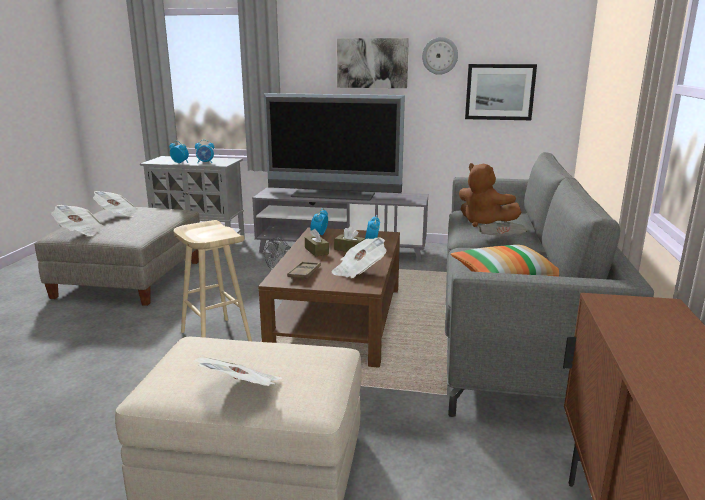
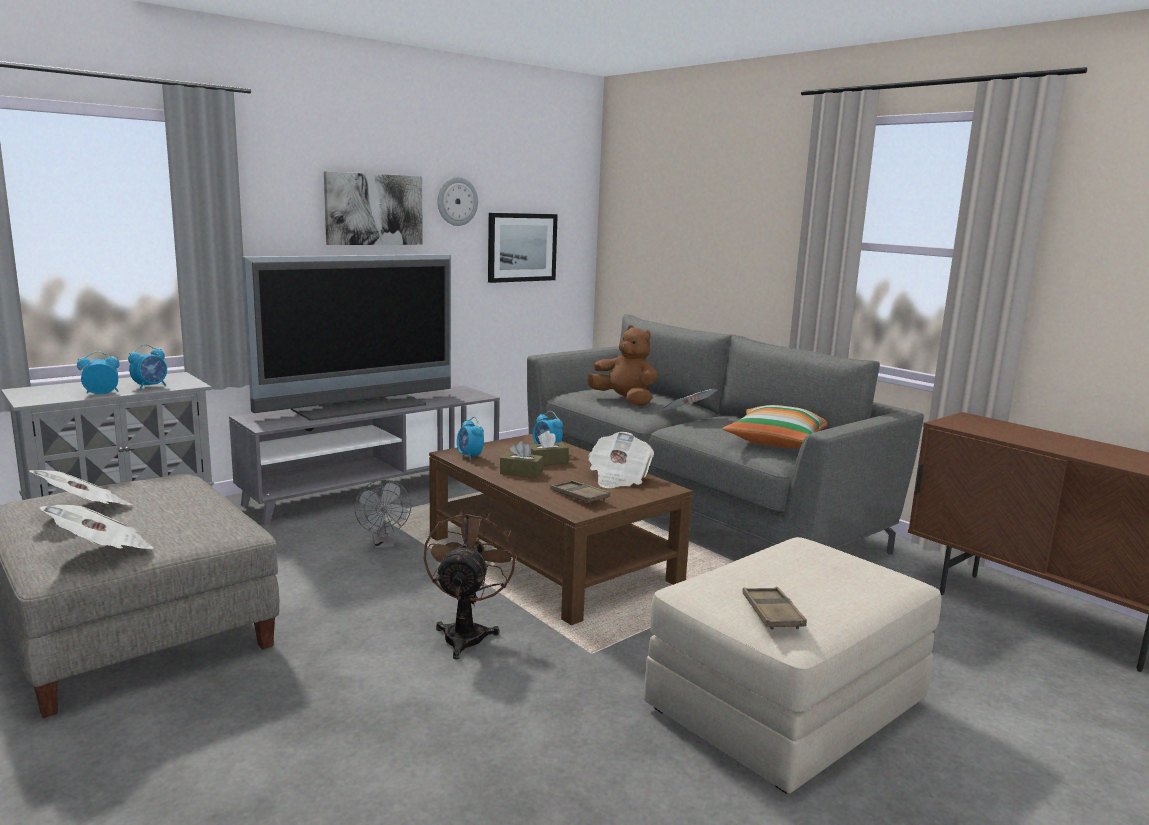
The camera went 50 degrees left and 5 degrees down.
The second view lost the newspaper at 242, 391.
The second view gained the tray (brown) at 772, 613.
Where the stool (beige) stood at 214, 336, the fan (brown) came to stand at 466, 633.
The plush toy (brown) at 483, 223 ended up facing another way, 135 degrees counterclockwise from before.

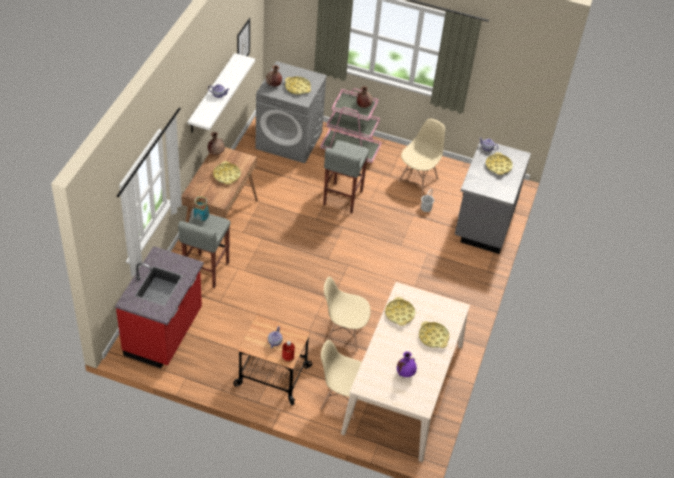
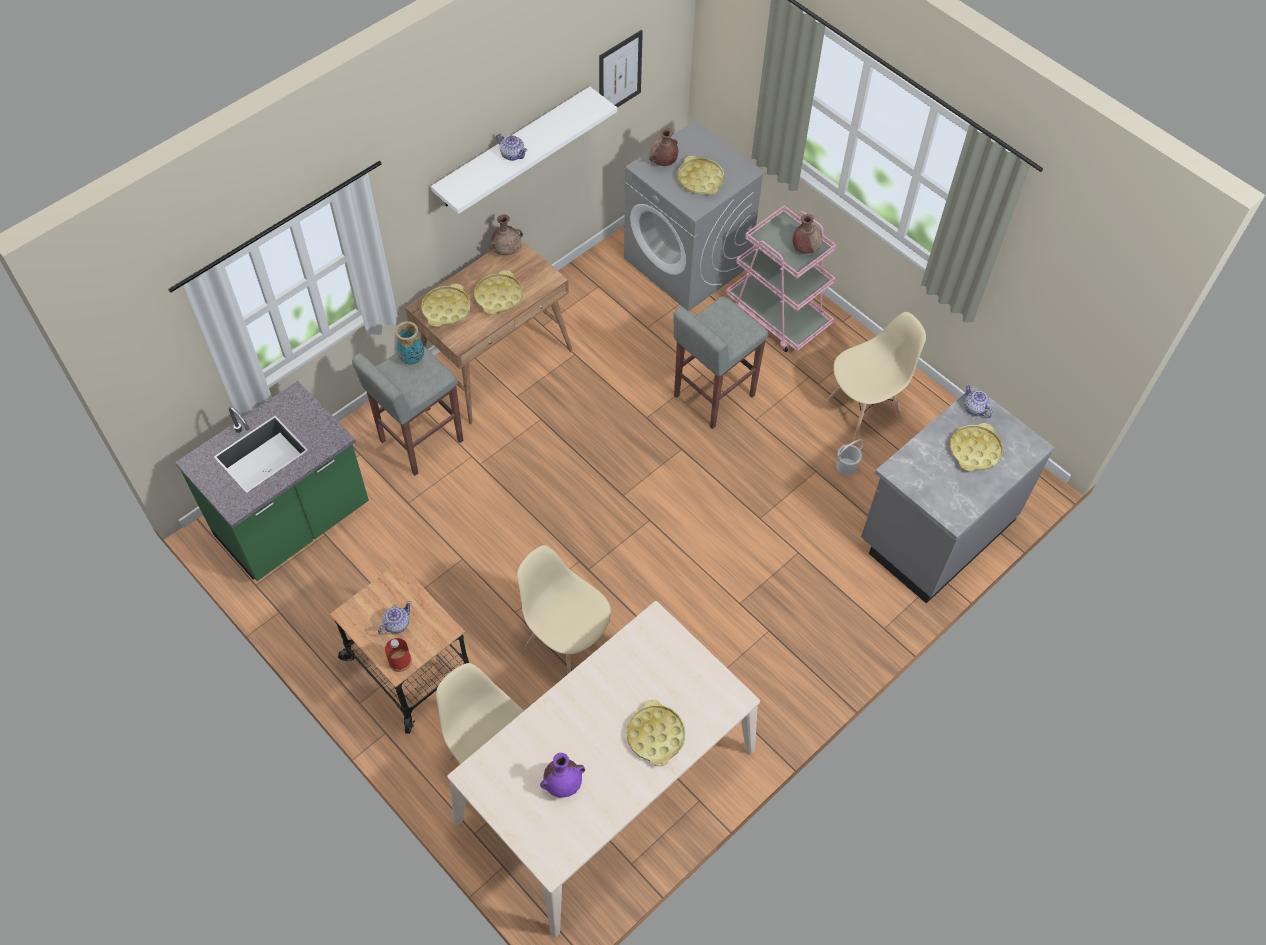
The camera went 30 degrees right and 10 degrees up.
The tray (yellow) ended up elsewhere, having gone from 399, 313 to 446, 309.
What was the counter (red) at 164, 333 turned into the counter (green) at 294, 523.

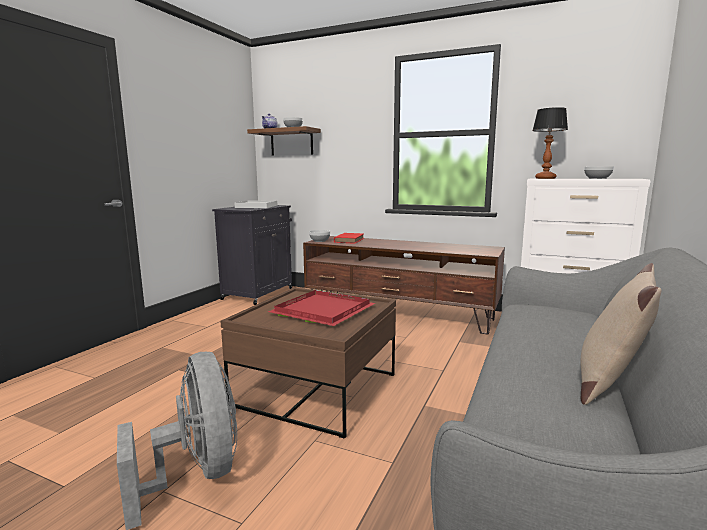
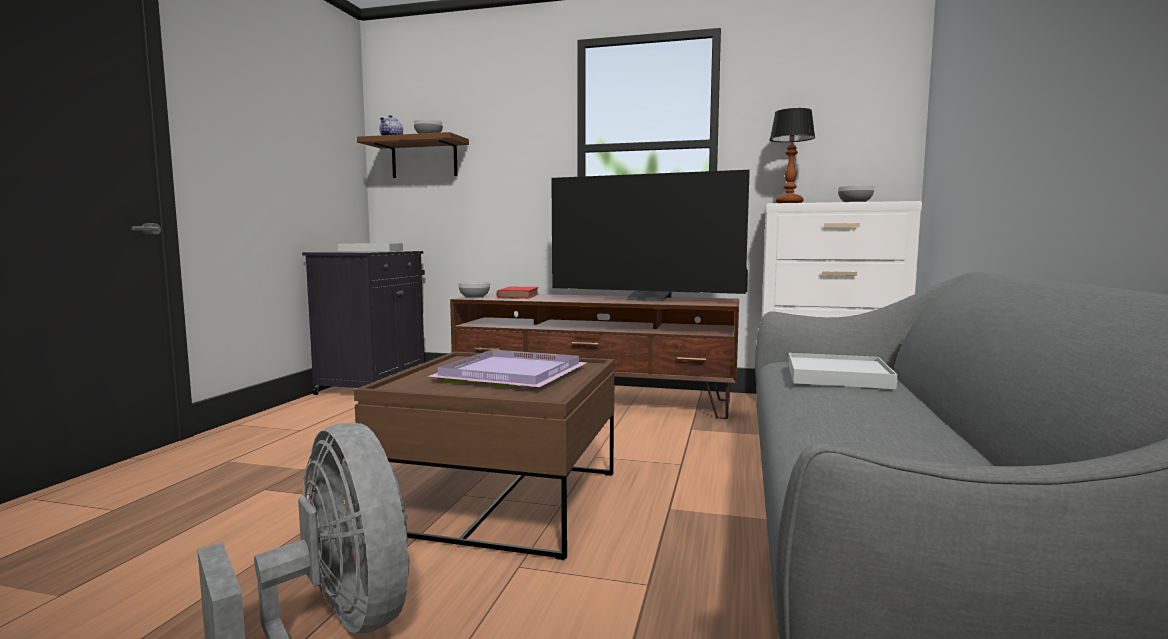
The camera went 10 degrees left and 5 degrees down.
The second view lost the pillow (beige) at 610, 383.
The second view gained the television at 647, 299.
The second view gained the tray (white) at 837, 376.
What was the tray (red) at 321, 311 turned into the tray (purple) at 508, 375.

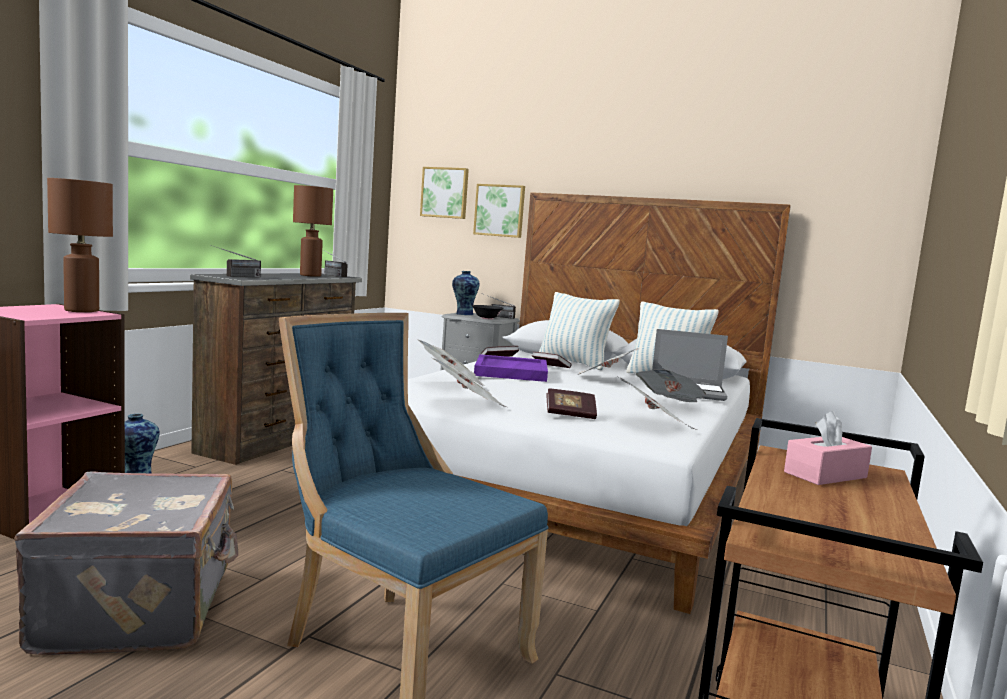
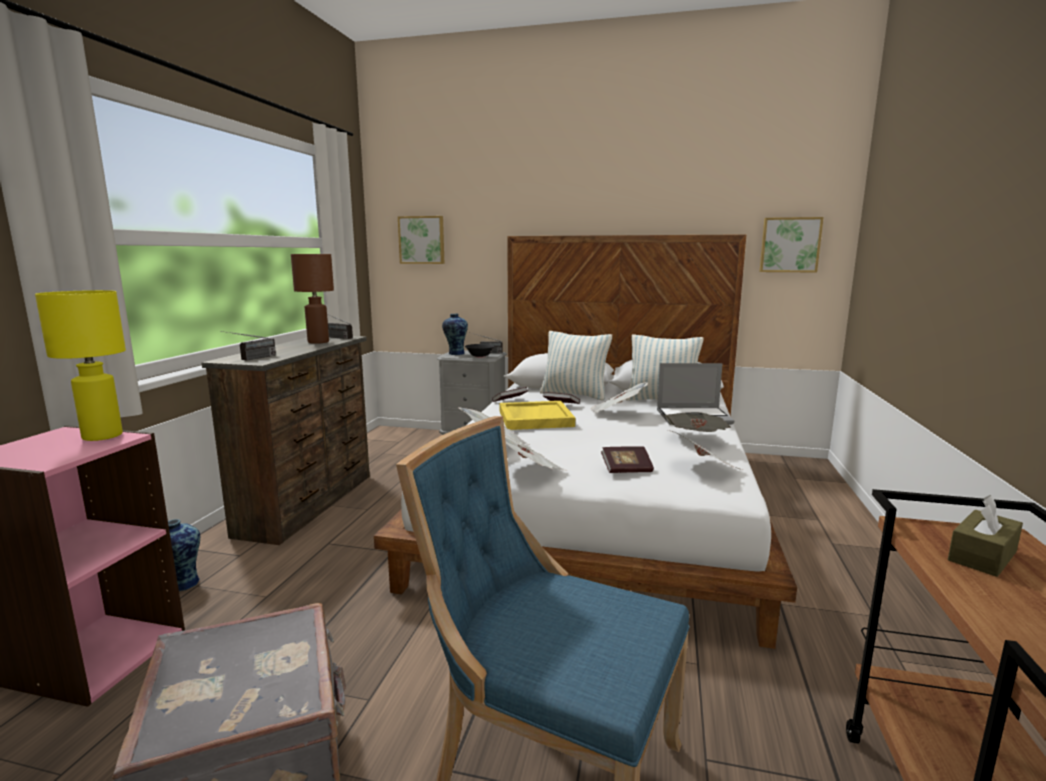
The camera went 10 degrees left and 5 degrees up.
The picture ended up elsewhere, having gone from 500, 210 to 789, 245.
What was the table lamp (brown) at 81, 310 turned into the table lamp (yellow) at 102, 436.
What was the tray (purple) at 510, 372 turned into the tray (yellow) at 534, 418.
What was the tissue box (pink) at 825, 475 turned into the tissue box (brown) at 982, 556.

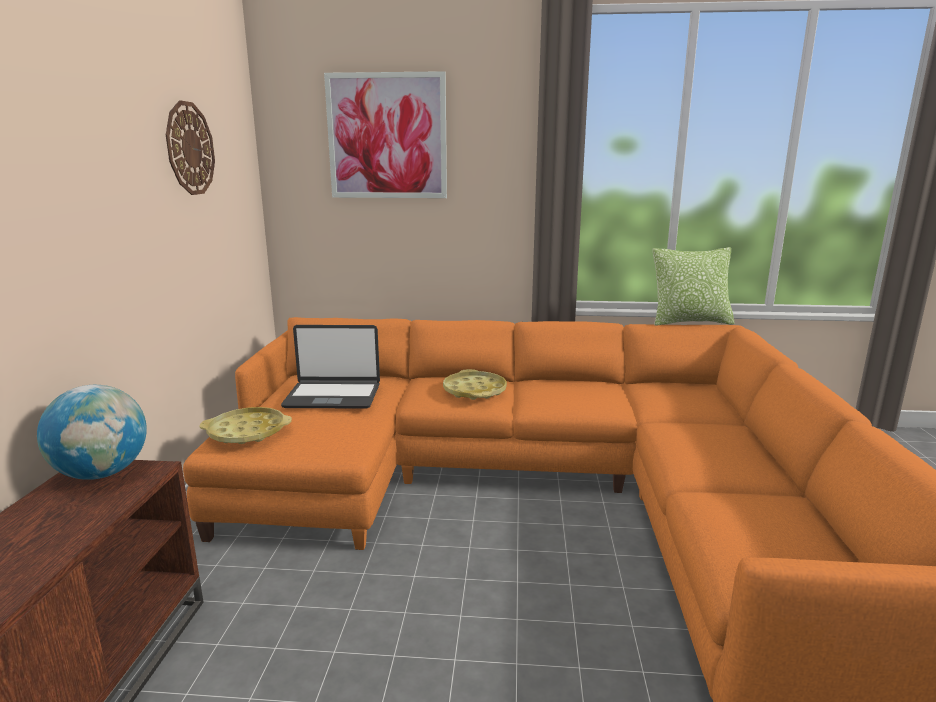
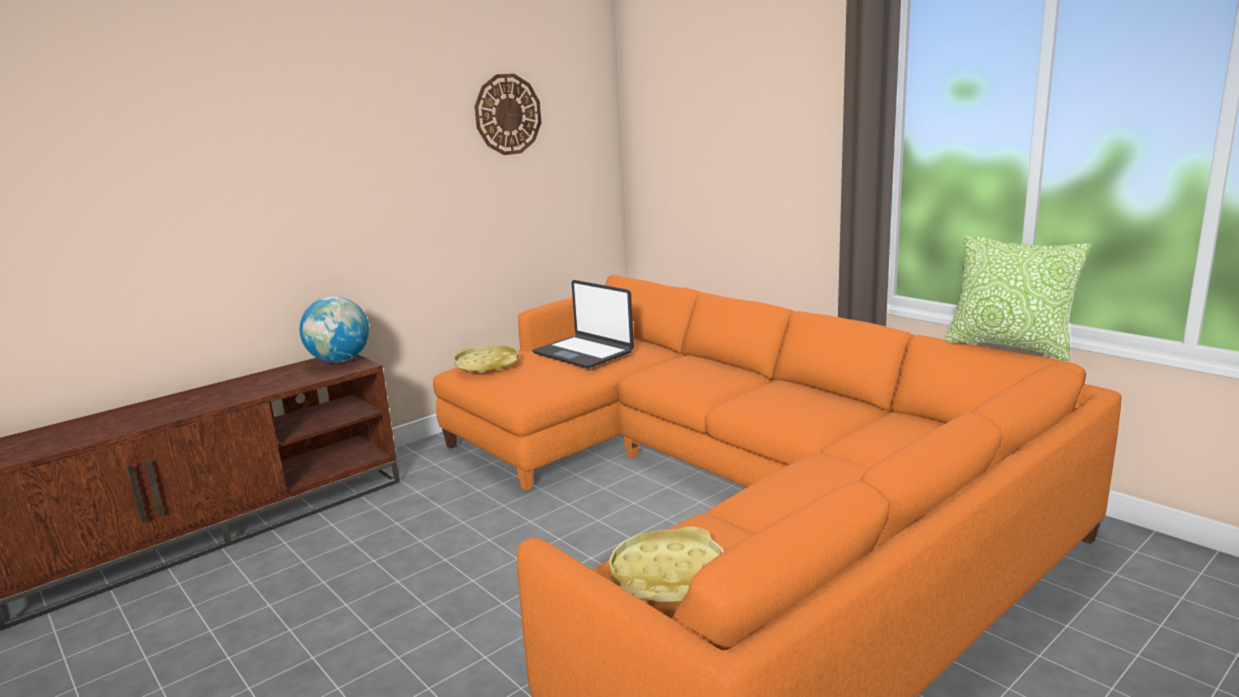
The camera went 45 degrees right and 0 degrees up.
The second view lost the picture at 387, 136.
The tray (yellow) ended up elsewhere, having gone from 474, 390 to 668, 575.

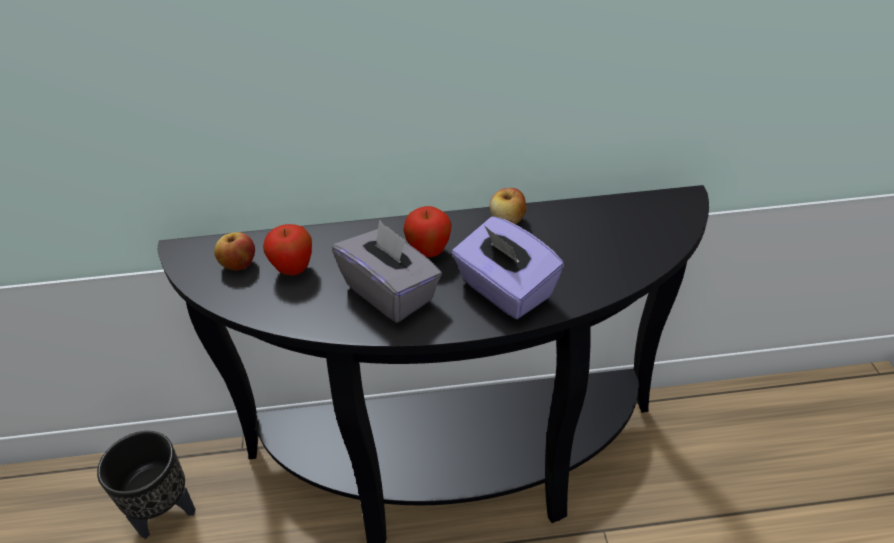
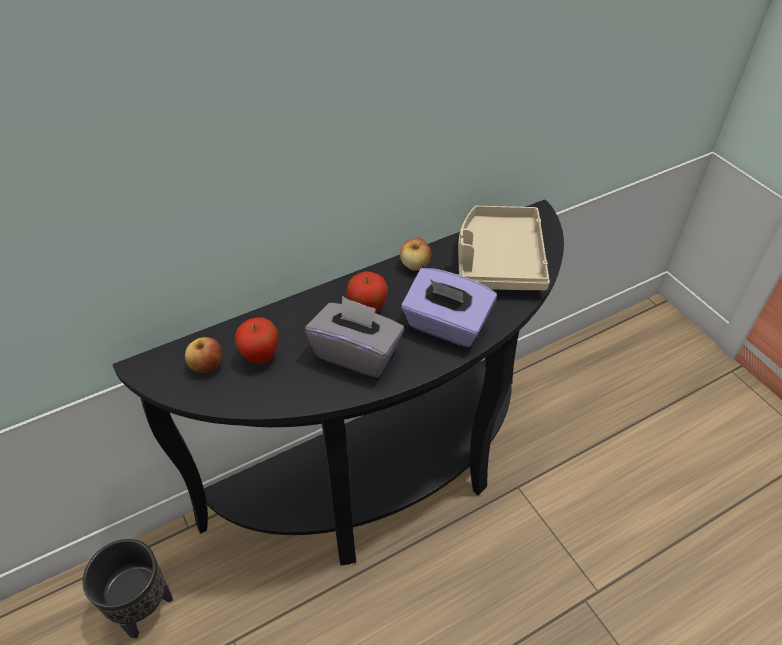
The camera went 25 degrees left and 5 degrees up.
The second view gained the tray (beige) at 498, 260.

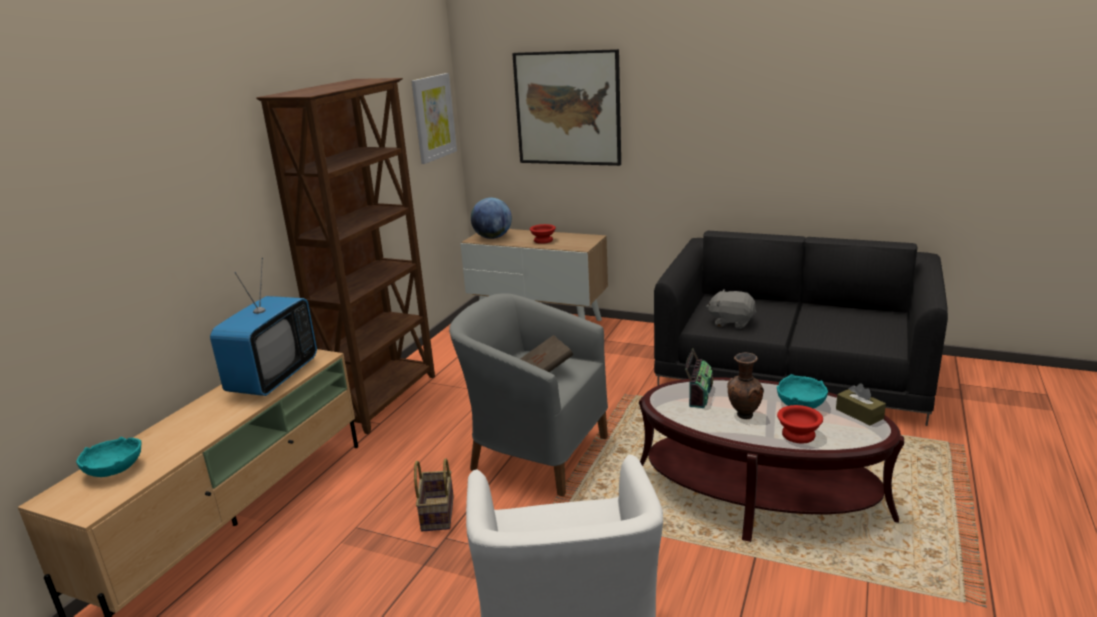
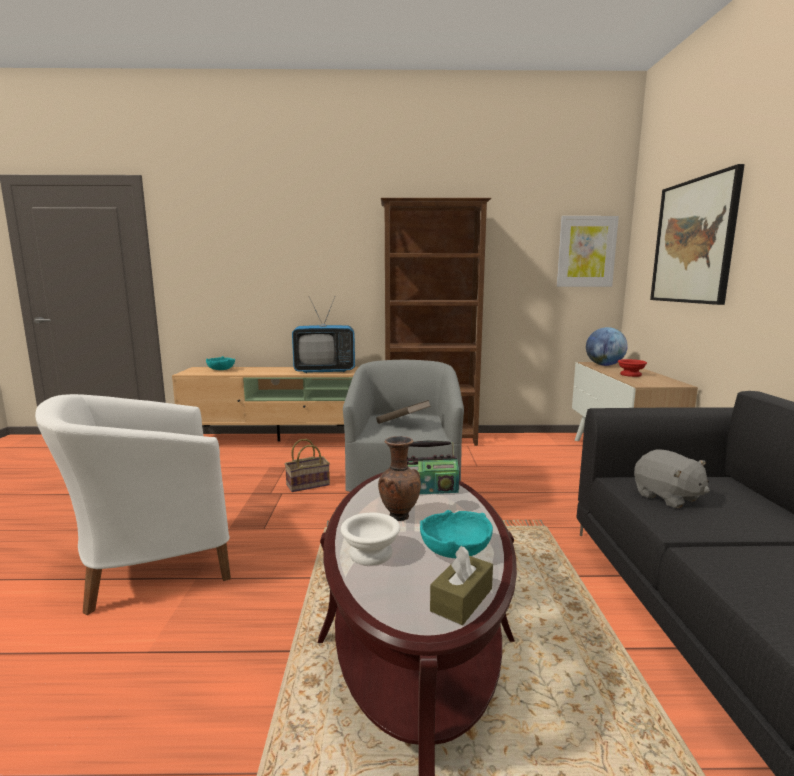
The camera went 65 degrees right and 10 degrees down.
What was the bowl (red) at 797, 434 turned into the bowl (white) at 372, 553.
The plush toy (grey) at 731, 322 ended up facing another way, 150 degrees clockwise from before.

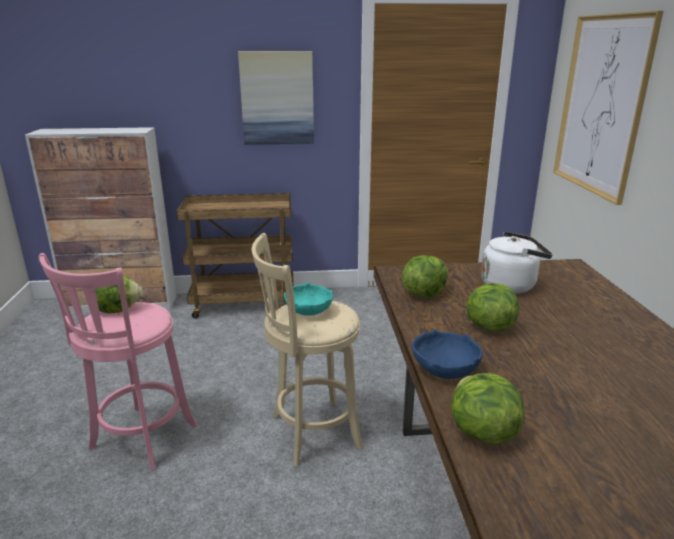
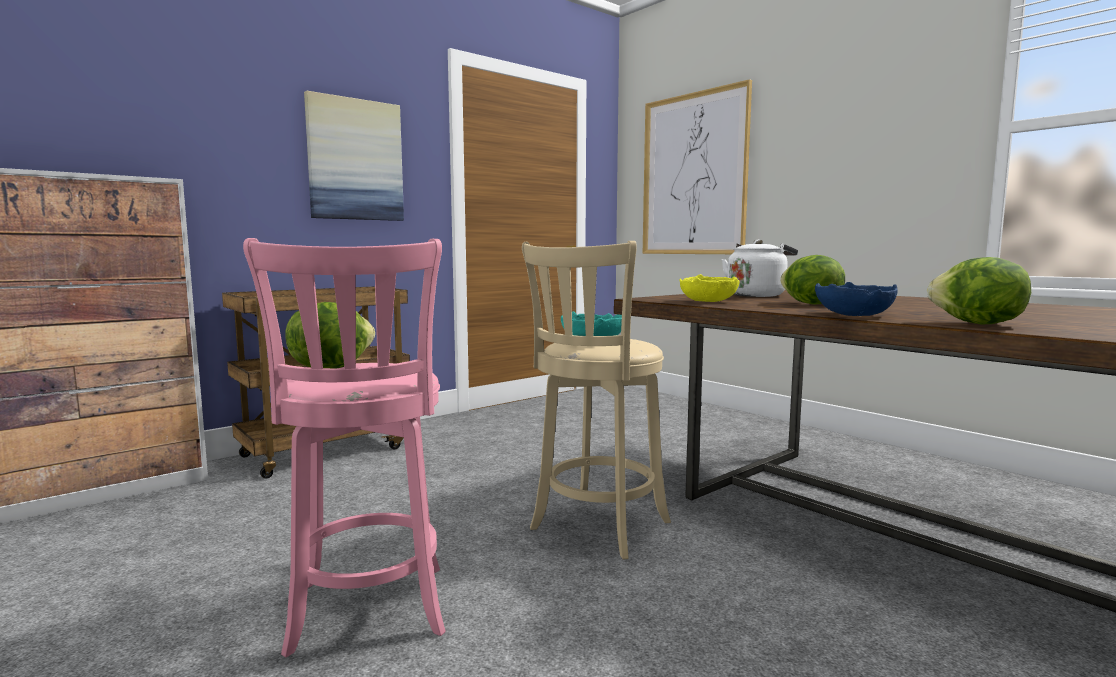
The camera went 35 degrees left and 15 degrees down.
Where the lettuce stood at 423, 293, the bowl (yellow) came to stand at 708, 301.

